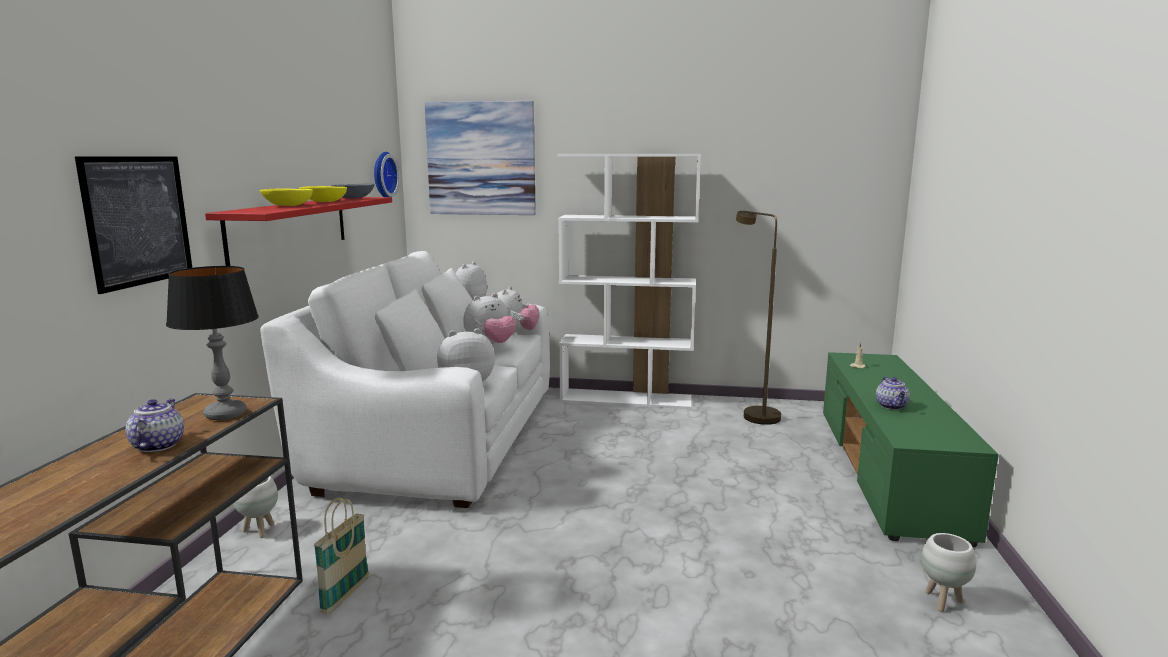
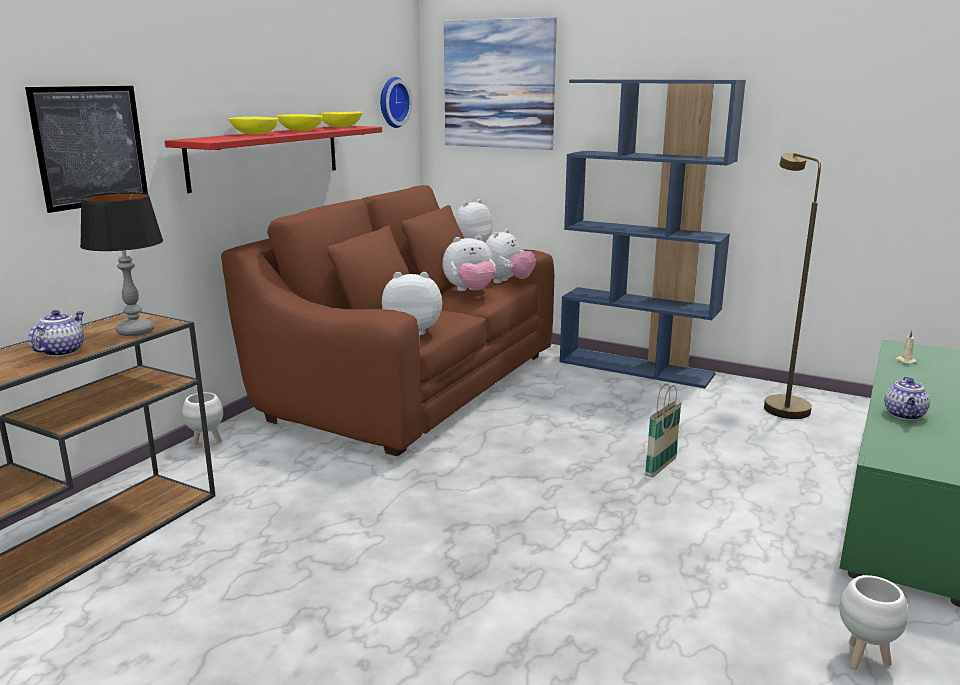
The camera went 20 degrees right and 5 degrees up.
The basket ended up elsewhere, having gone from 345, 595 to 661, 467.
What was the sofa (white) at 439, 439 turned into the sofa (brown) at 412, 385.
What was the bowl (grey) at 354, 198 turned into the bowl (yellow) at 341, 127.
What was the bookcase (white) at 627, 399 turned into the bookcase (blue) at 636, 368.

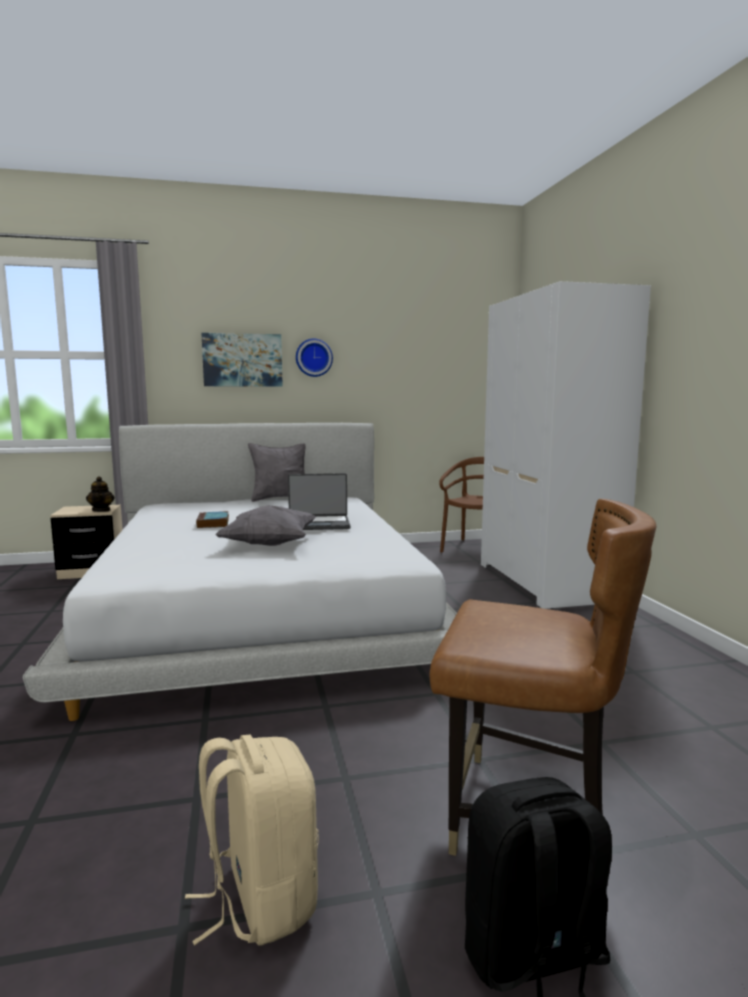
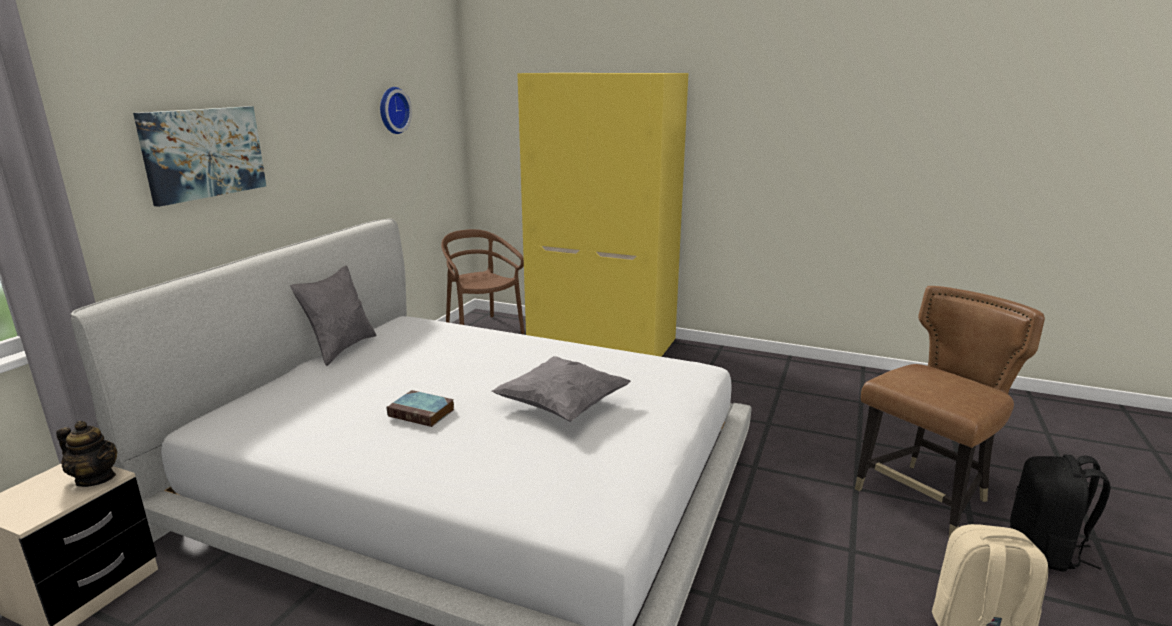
The camera went 55 degrees left and 10 degrees up.
The second view lost the laptop at 318, 524.
The wall clock ended up elsewhere, having gone from 313, 357 to 392, 110.
What was the wardrobe (white) at 548, 582 turned into the wardrobe (yellow) at 603, 343.

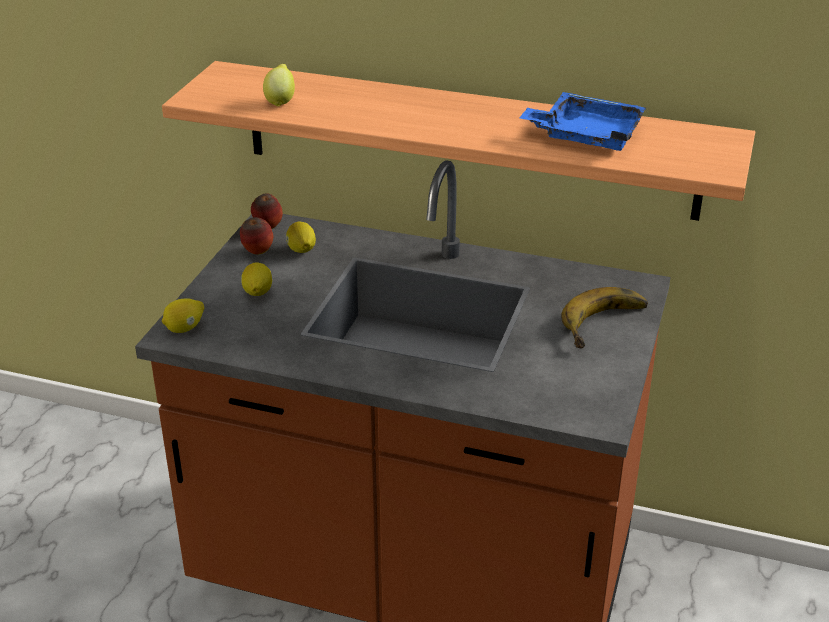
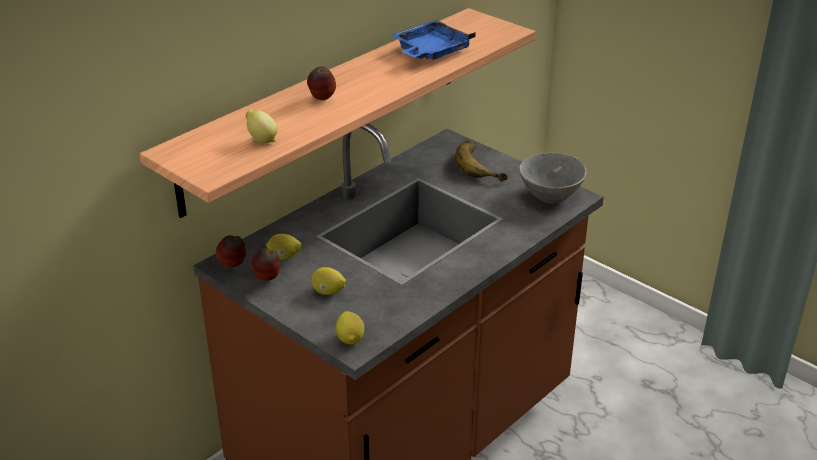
The camera went 65 degrees left and 0 degrees up.
The second view gained the apple at 322, 99.
The second view gained the bowl (grey) at 548, 195.

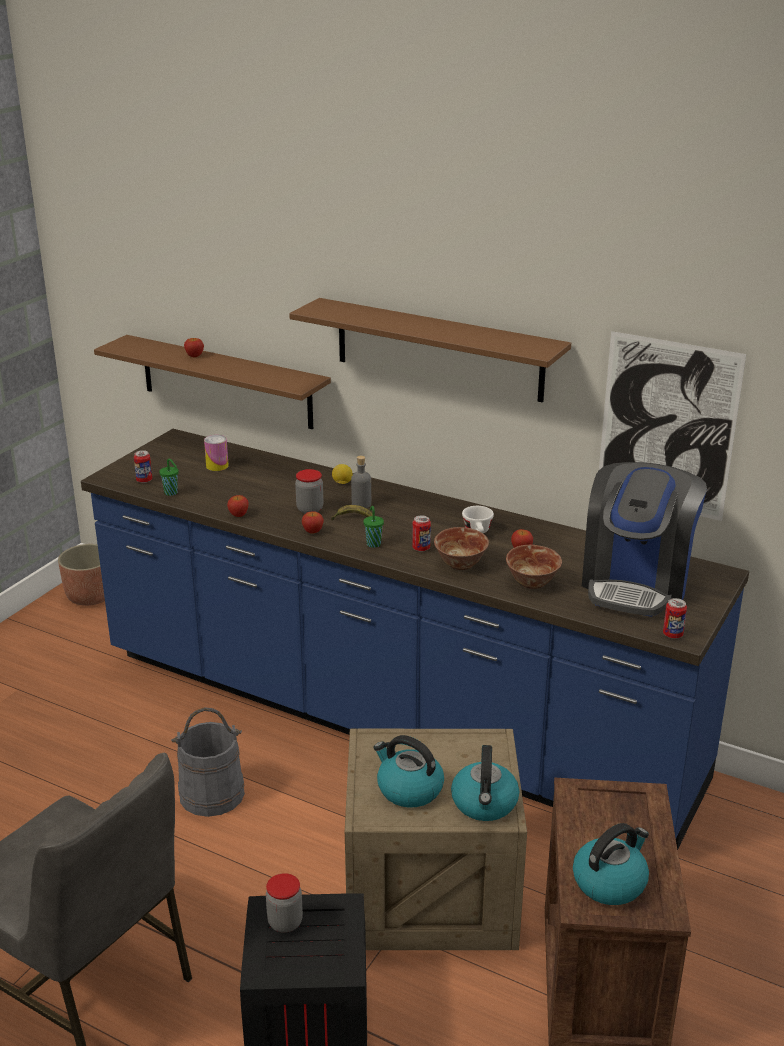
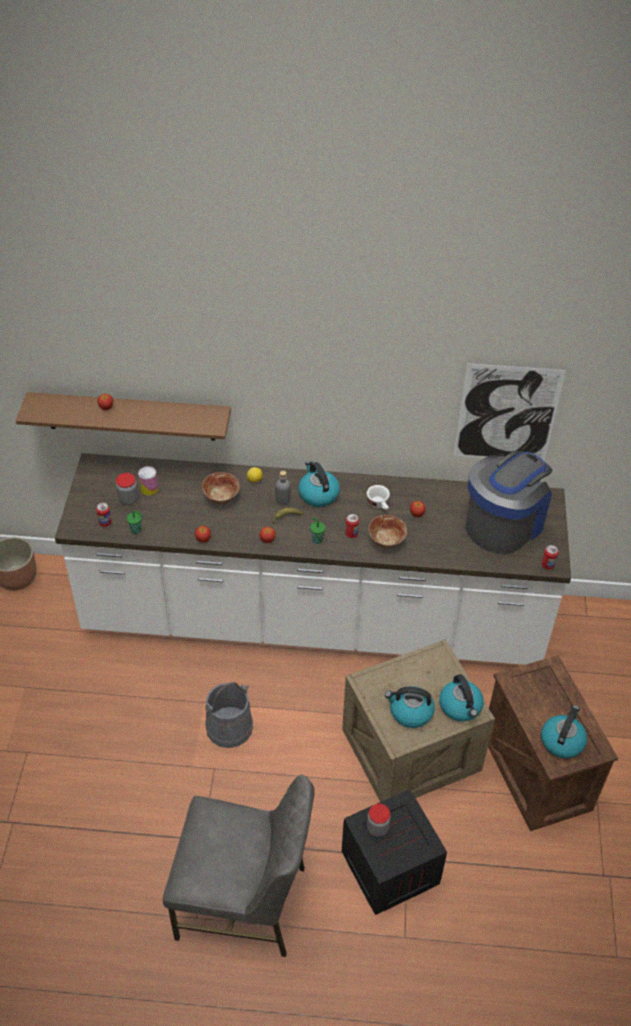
The camera went 25 degrees left and 20 degrees up.
The second view lost the shelf (brown) at 438, 350.
The second view gained the kettle at 318, 494.
The jar ended up elsewhere, having gone from 310, 509 to 128, 499.
The bowl ended up elsewhere, having gone from 532, 583 to 221, 498.
What was the counter (blue) at 392, 720 turned into the counter (white) at 313, 621.
The coffee machine at 636, 583 ended up facing another way, 135 degrees counterclockwise from before.

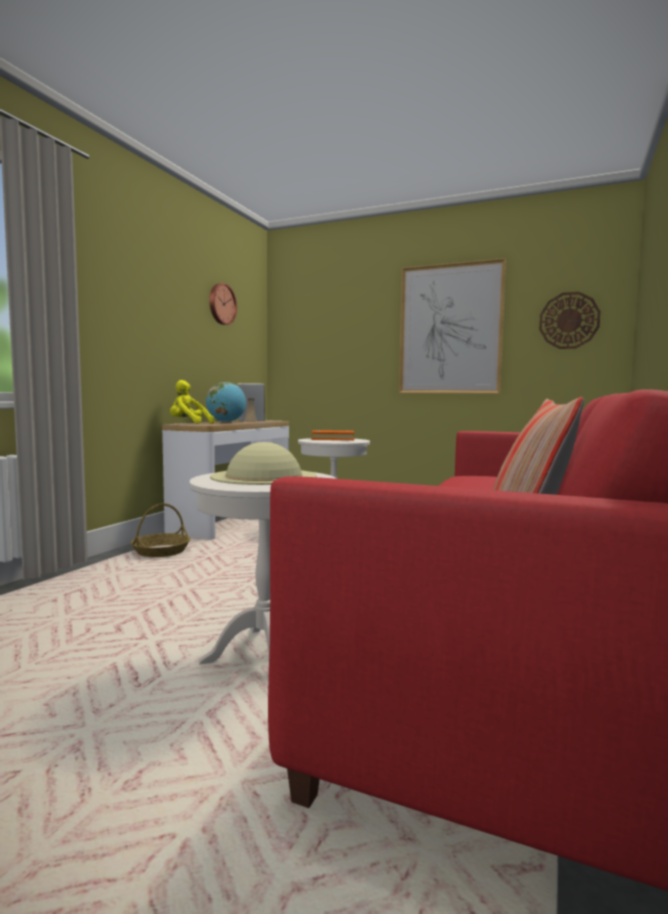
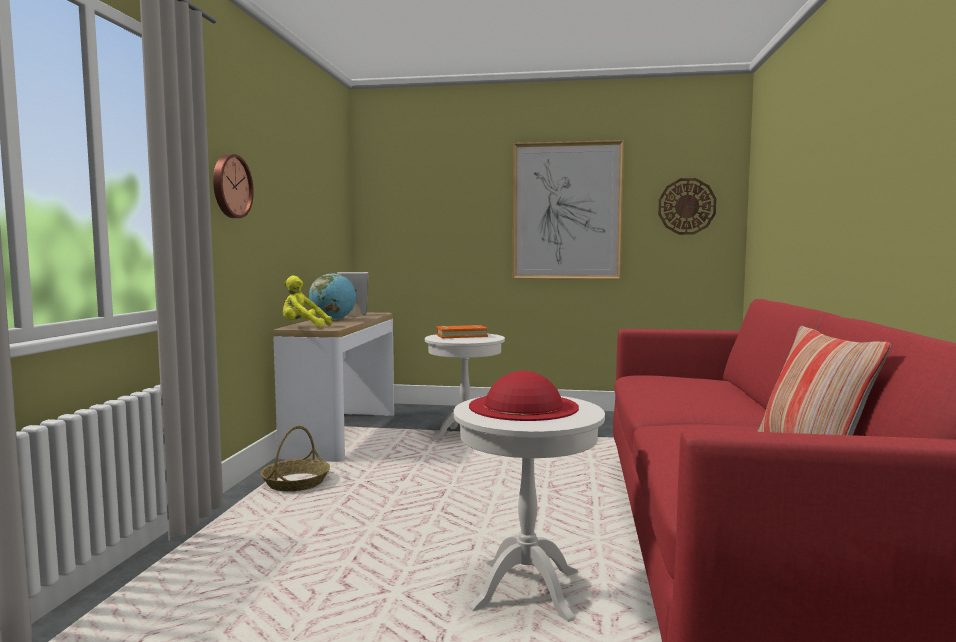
The camera went 15 degrees left and 0 degrees up.
The wall clock ended up elsewhere, having gone from 221, 304 to 230, 186.
What was the hat (beige) at 264, 476 turned into the hat (red) at 523, 406.

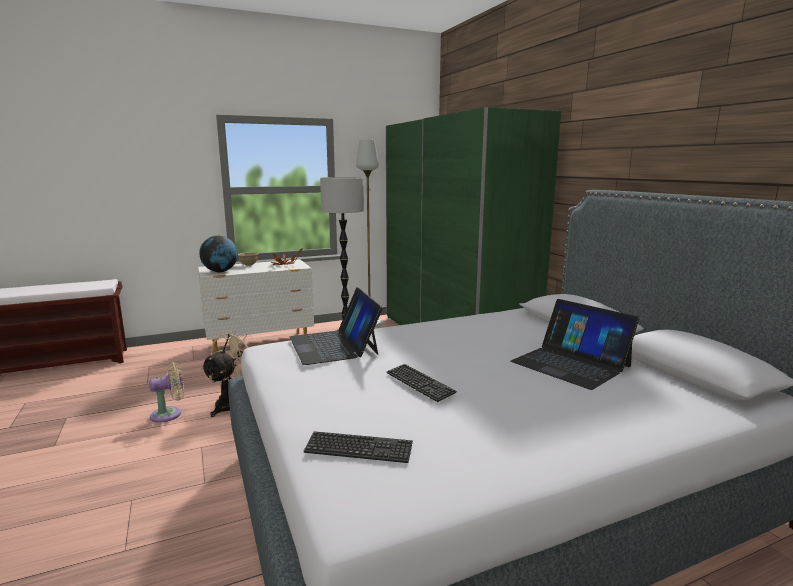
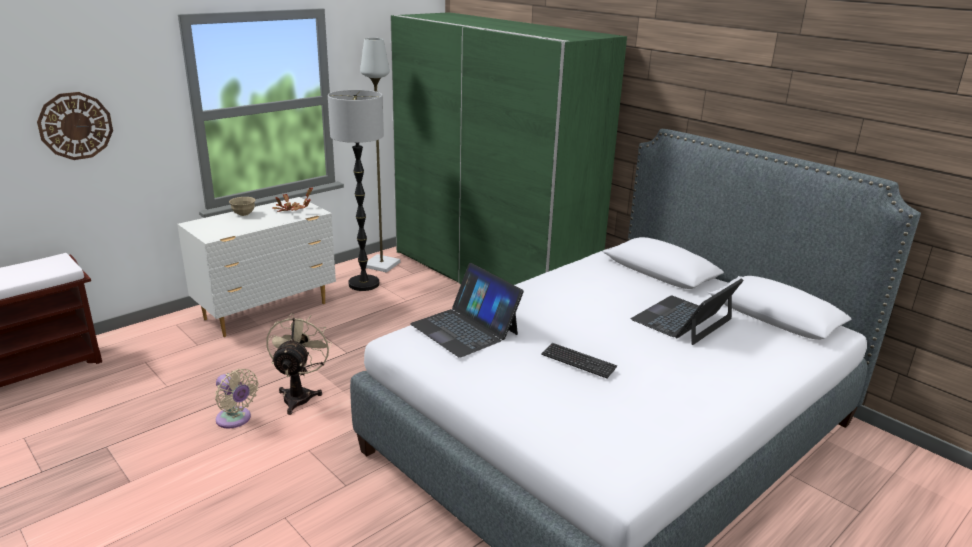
The camera went 20 degrees left and 10 degrees up.
The second view lost the globe at 220, 271.
The second view lost the keyboard at 358, 449.
The second view gained the wall clock at 75, 126.
The fan (beige) at 169, 414 ended up facing another way, 90 degrees clockwise from before.
The laptop at 570, 364 ended up facing another way, 105 degrees clockwise from before.

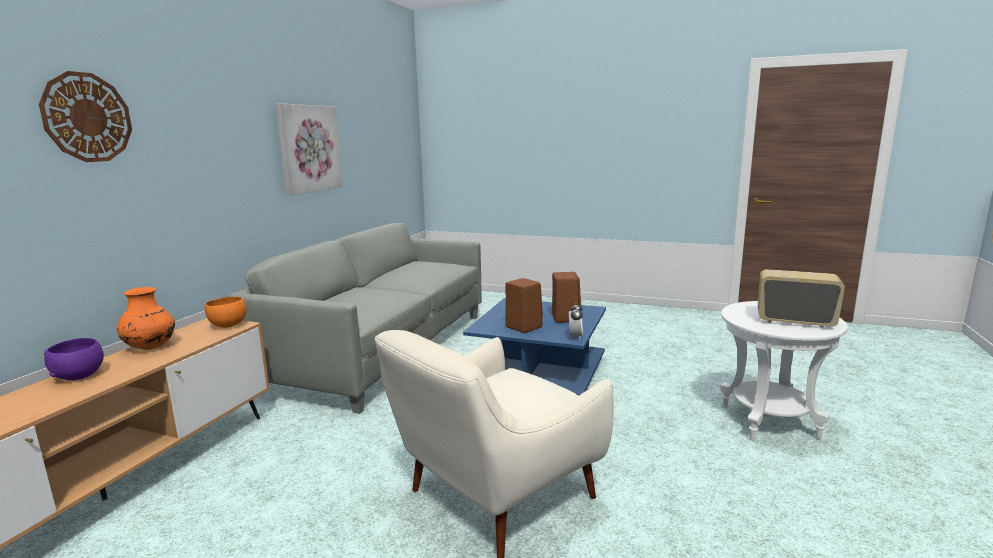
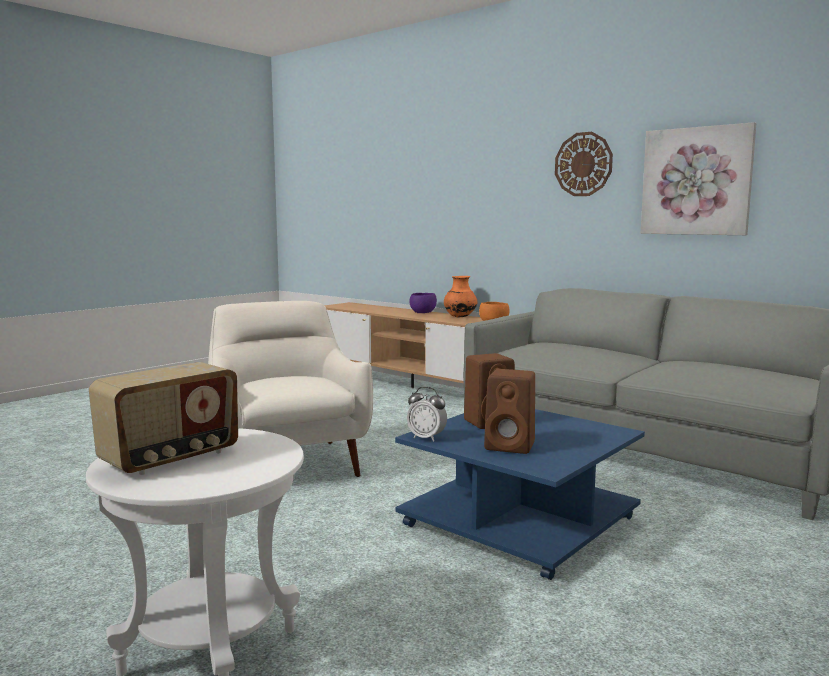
The camera went 110 degrees right and 5 degrees down.
The wall clock ended up elsewhere, having gone from 87, 117 to 583, 164.

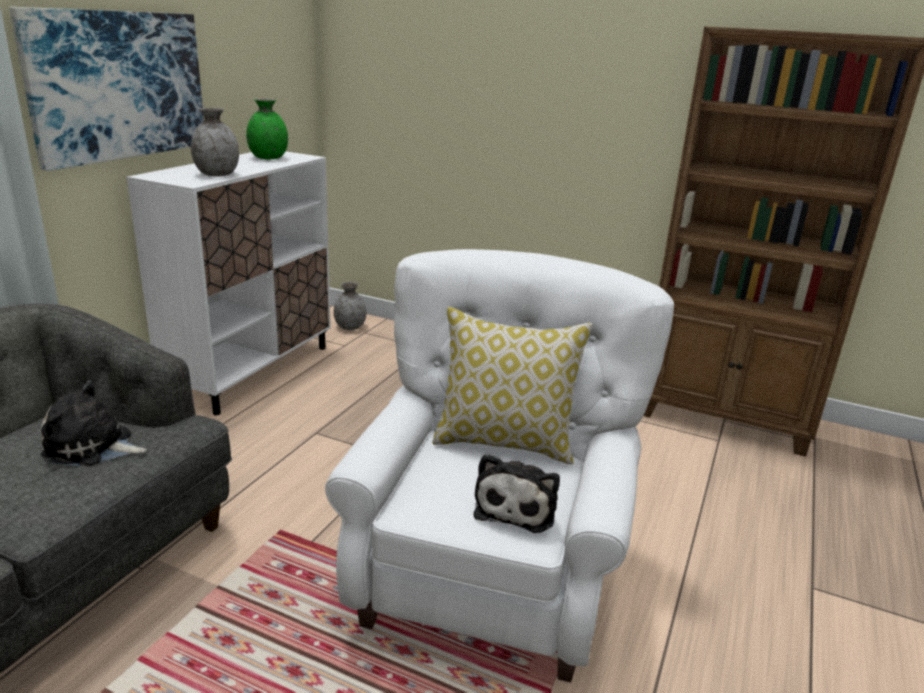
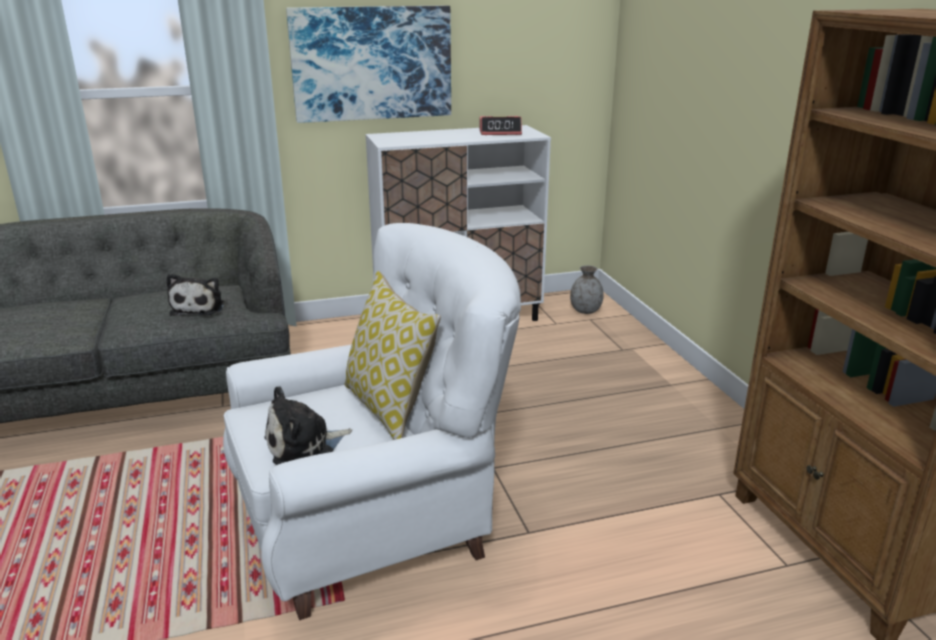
The camera went 50 degrees right and 0 degrees up.
The second view lost the vase (grey) at 217, 174.
Where the vase (green) stood at 268, 158, the alarm clock came to stand at 500, 132.
The plush toy at 92, 447 ended up facing another way, 150 degrees counterclockwise from before.

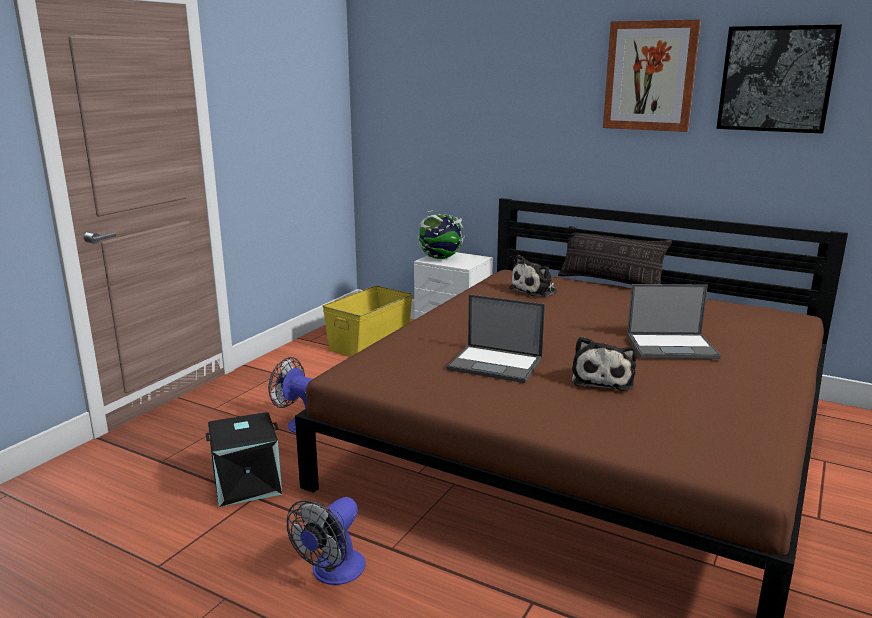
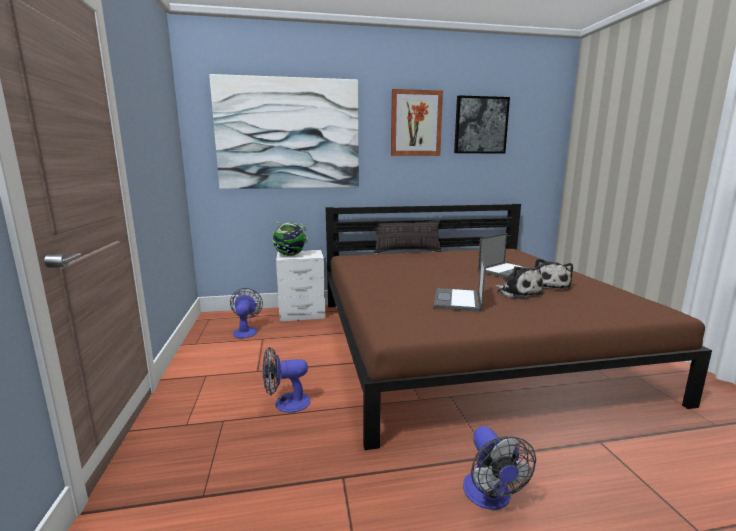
The camera went 40 degrees left and 5 degrees down.
The second view lost the storage box (black) at 247, 483.
The second view gained the picture at 288, 134.
The plush toy ended up elsewhere, having gone from 535, 290 to 549, 285.
Where the storage box (yellow) stood at 369, 342, the fan came to stand at 246, 331.
The laptop at 496, 364 ended up facing another way, 120 degrees clockwise from before.

